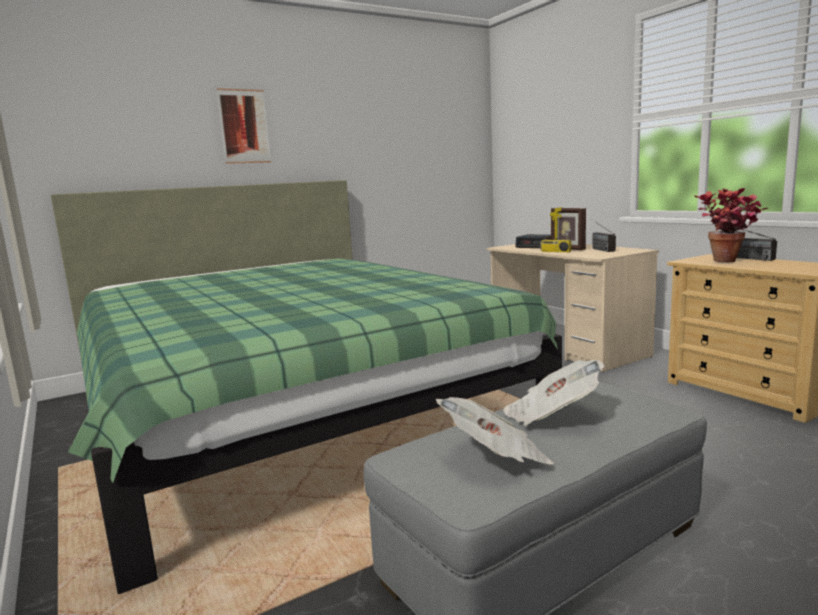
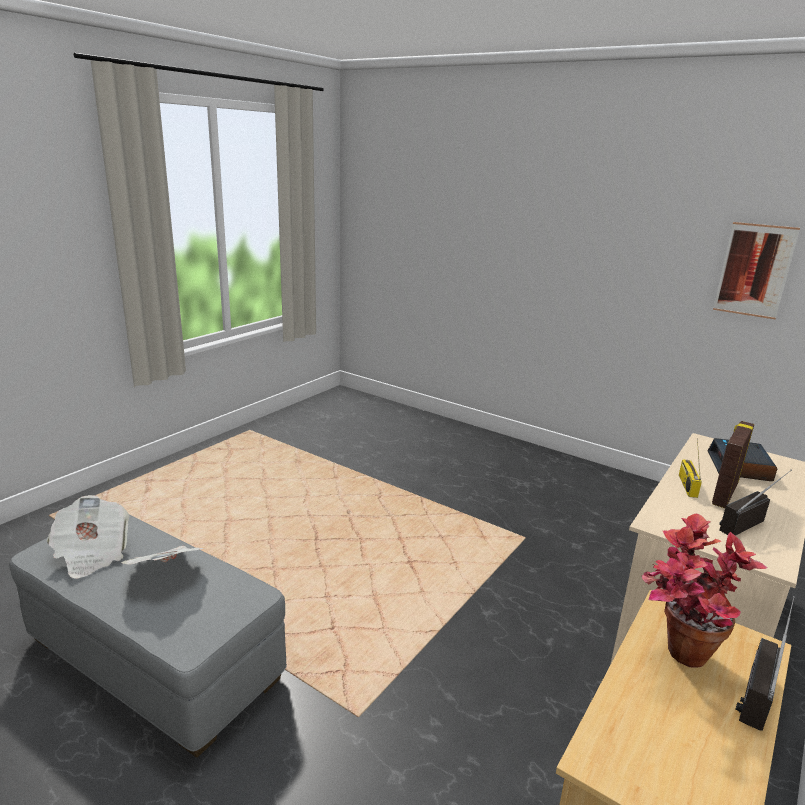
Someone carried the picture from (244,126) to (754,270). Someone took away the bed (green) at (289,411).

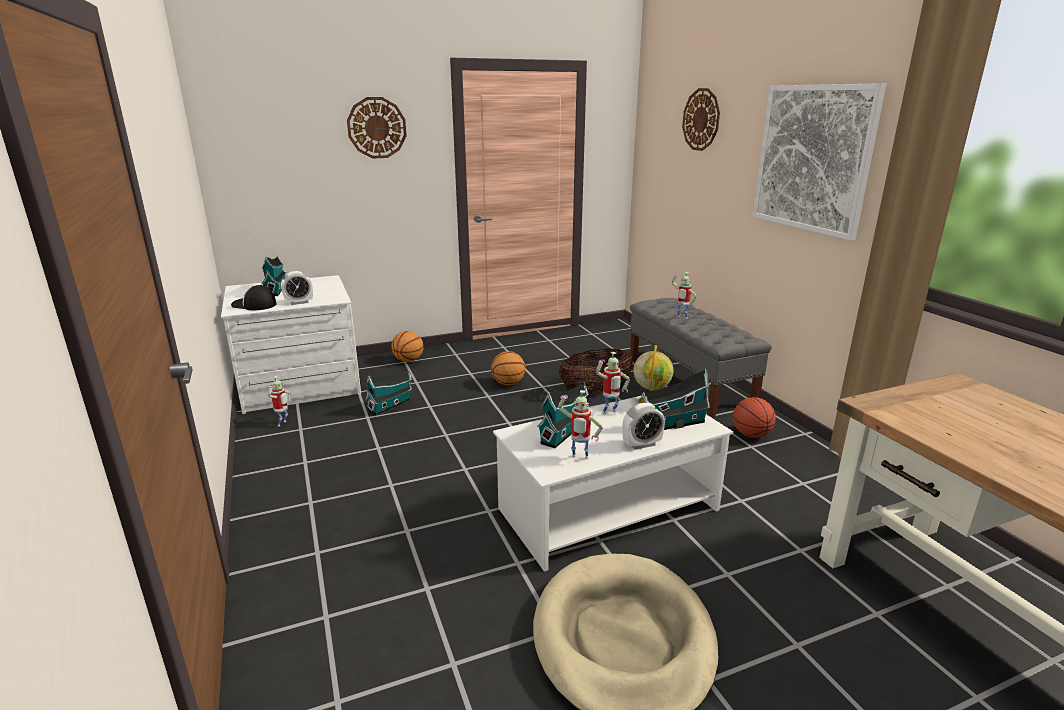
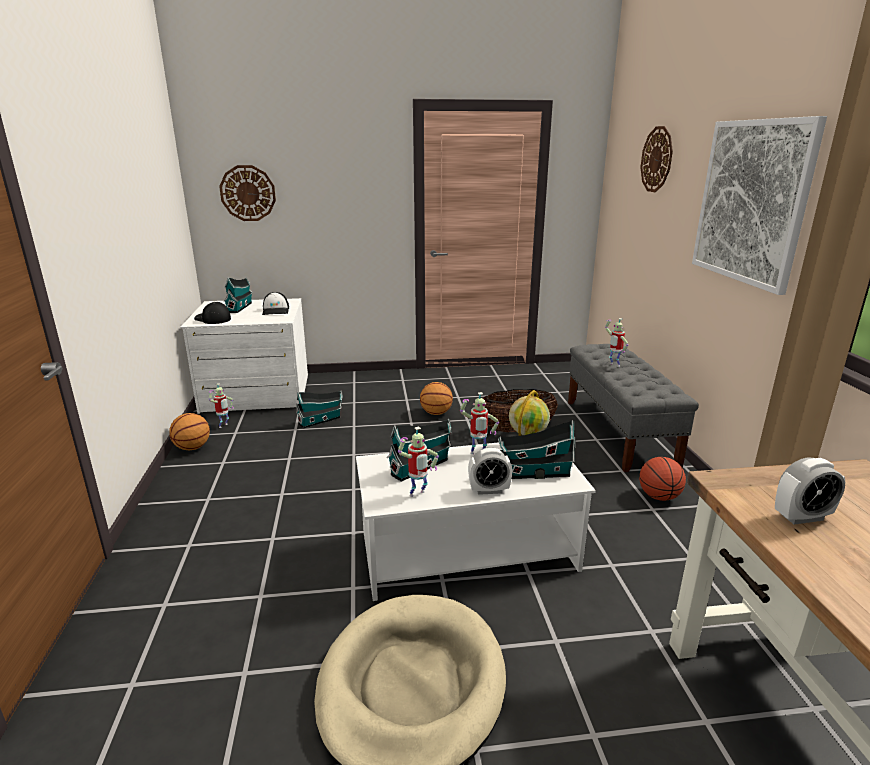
Someone carried the wall clock from (377,128) to (248,193). Someone carried the alarm clock from (299,302) to (802,517). Someone carried the basketball from (408,360) to (192,447). Someone rotated the toy robot at (579,458) by 60 degrees counterclockwise. Someone put down the cap at (276,311).

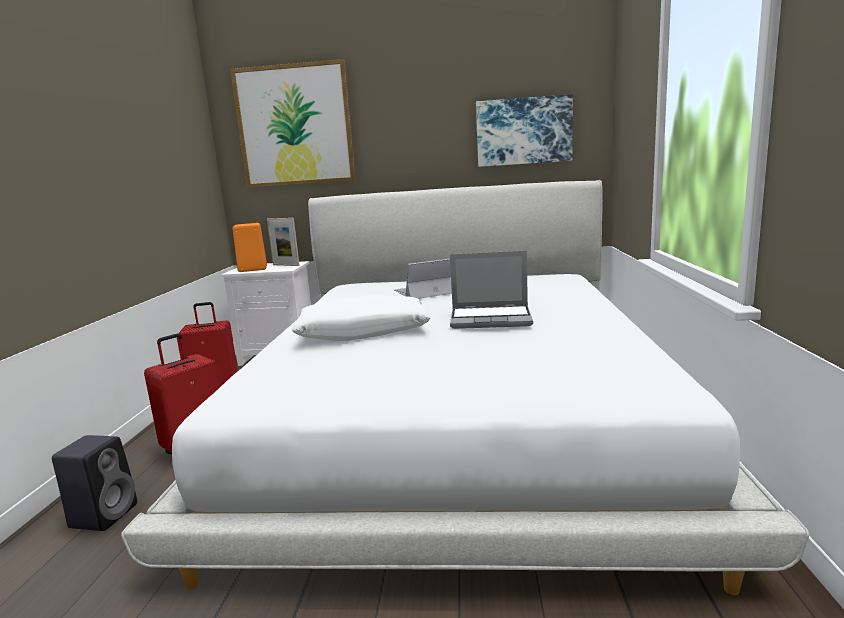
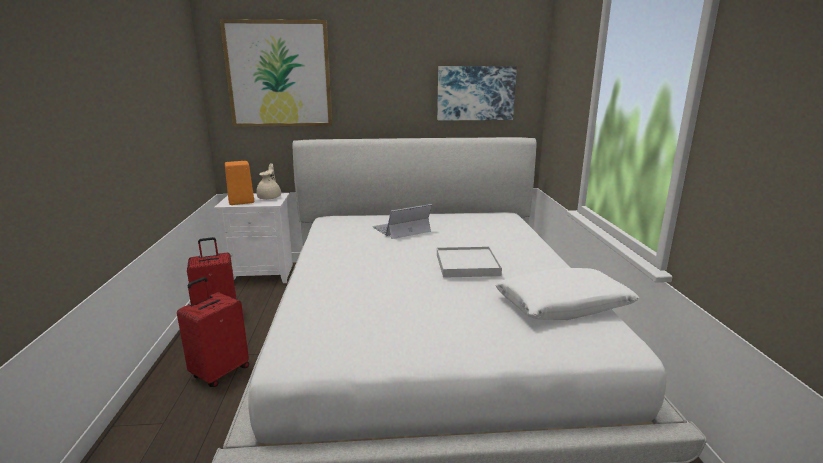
Someone swapped the picture frame at (286,265) for the teapot (beige) at (270,197). Someone swapped the laptop at (491,319) for the tray (white) at (467,265). Someone carried the pillow (white) from (363,332) to (563,305). Someone took away the speaker (black) at (105,514).

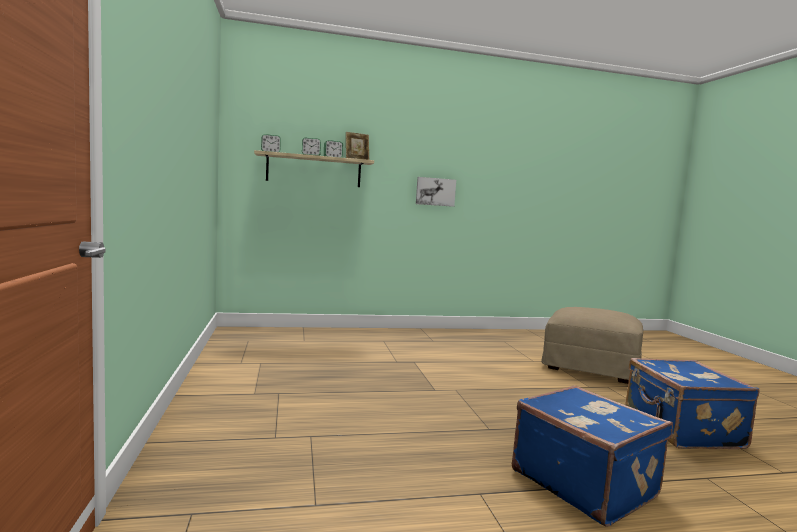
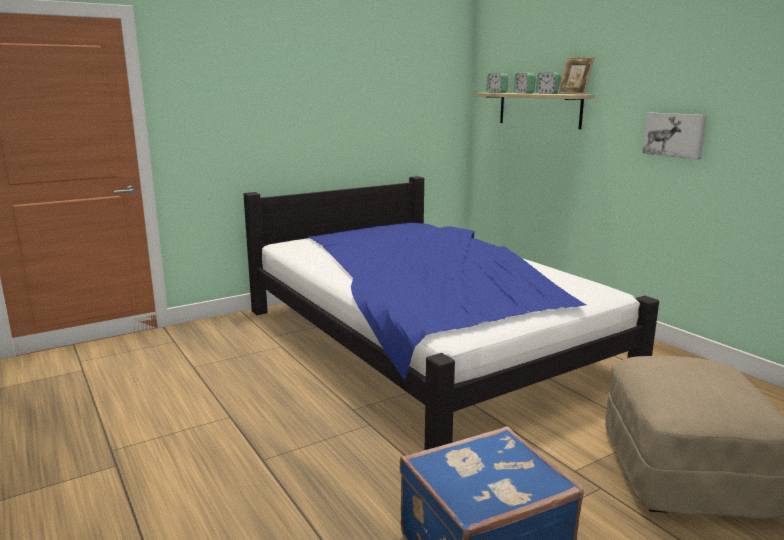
Someone took away the suitcase (blue) at (584,483). Someone put down the bed at (425,342).

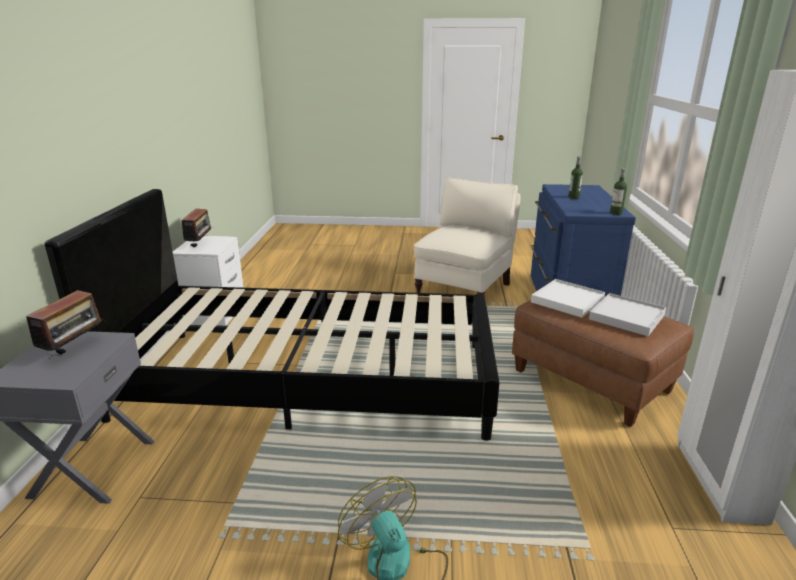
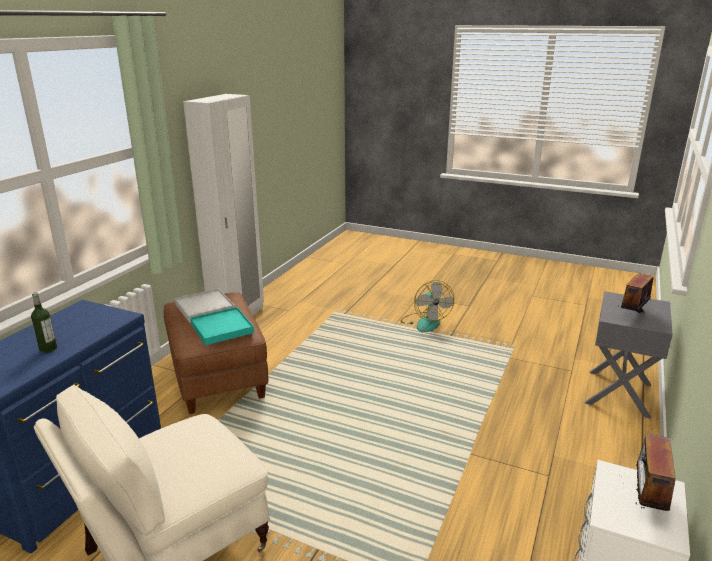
Someone took away the bottle at (616,213). Someone took away the bed (black) at (309,379). Someone repainted the tray (white) at (567,301), which became the tray (turquoise) at (222,328).

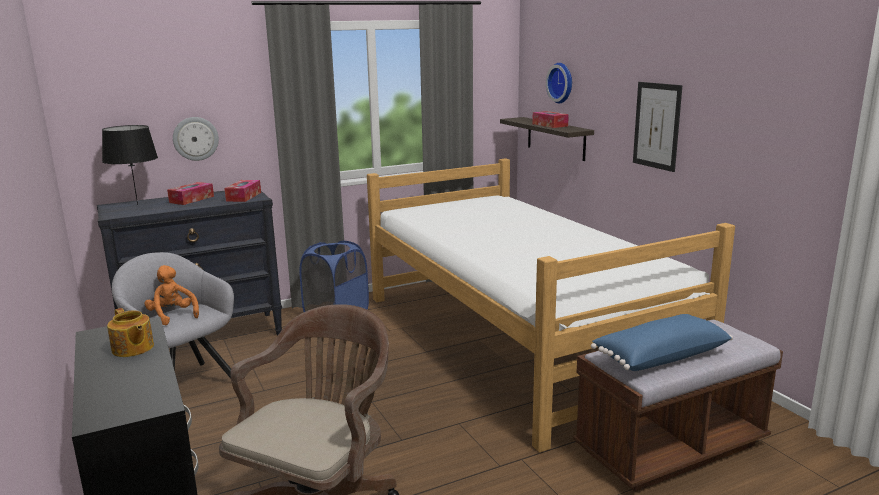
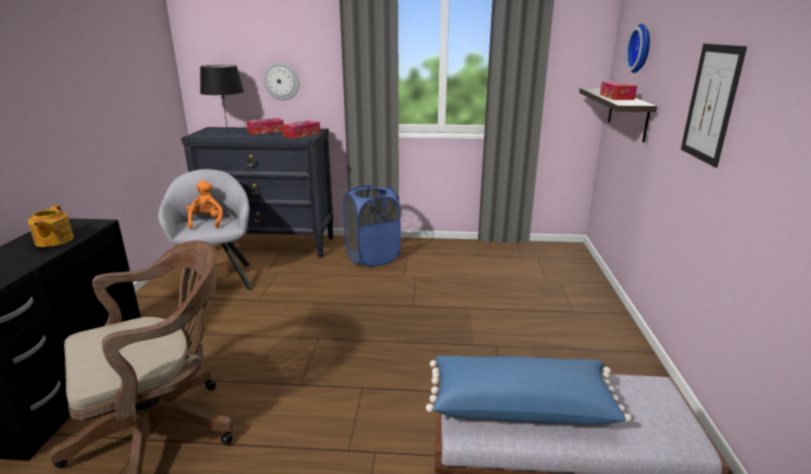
Someone took away the bed at (517,339).

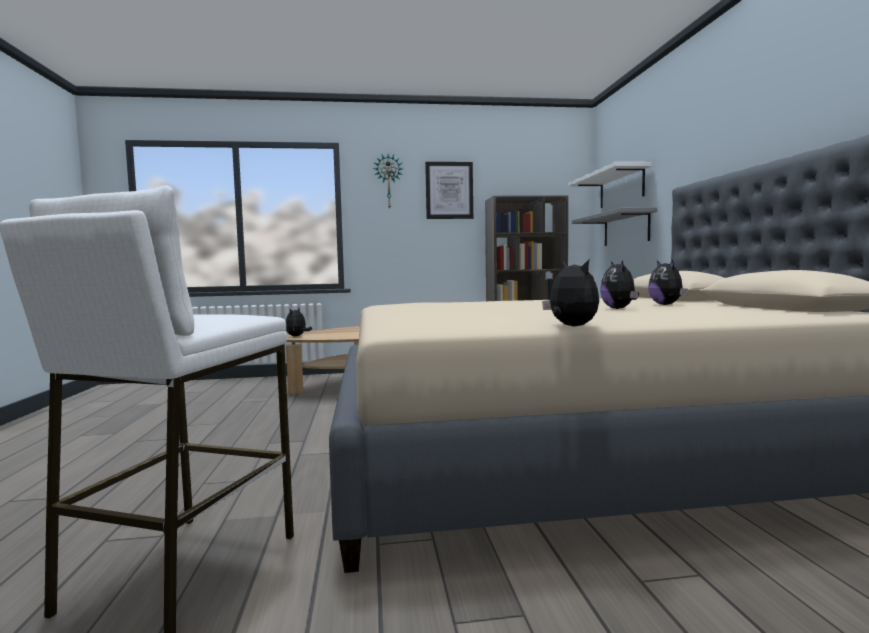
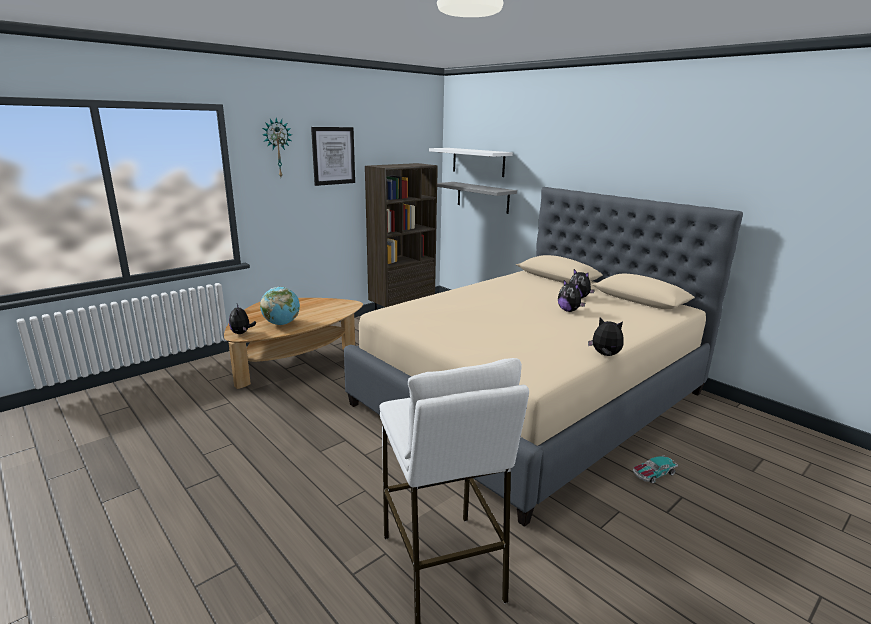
Someone put down the globe at (281,323). Someone put down the toy car at (653,474).

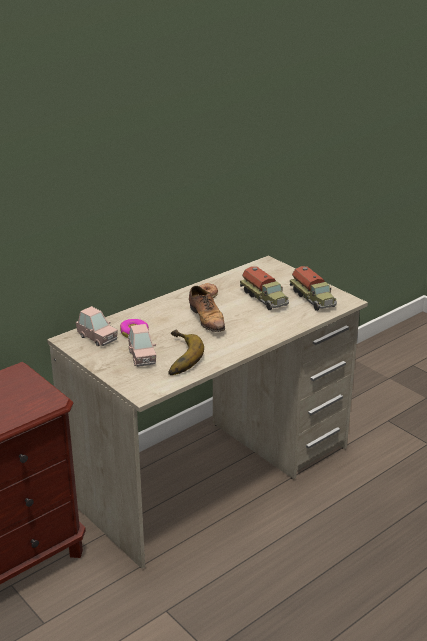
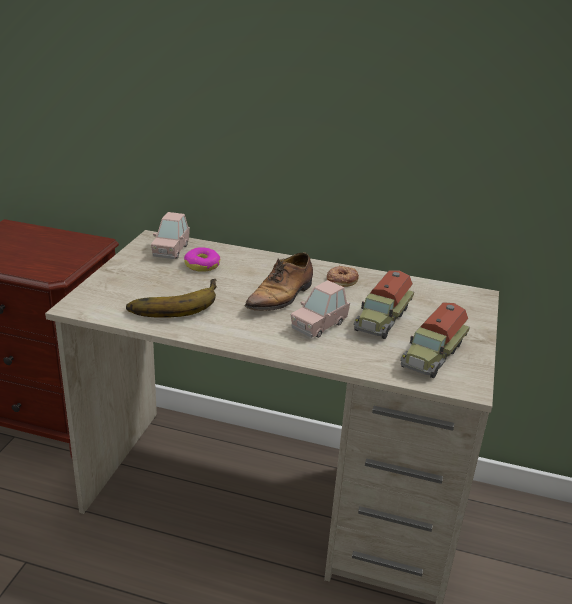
Someone carried the toy car (pink) from (142,357) to (319,325).

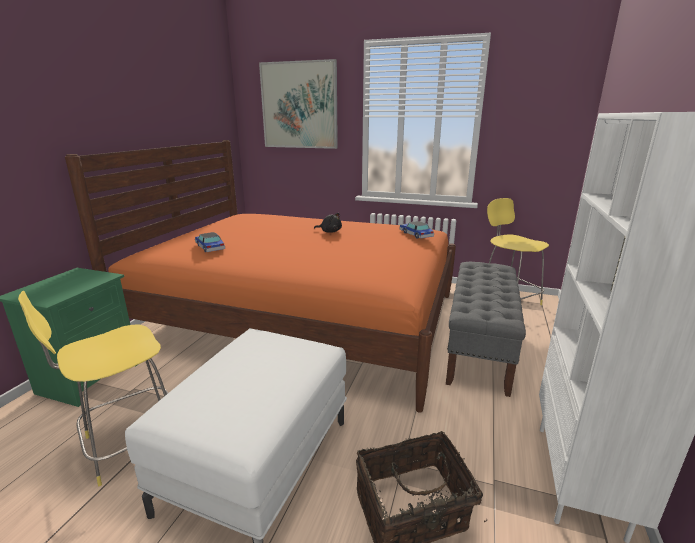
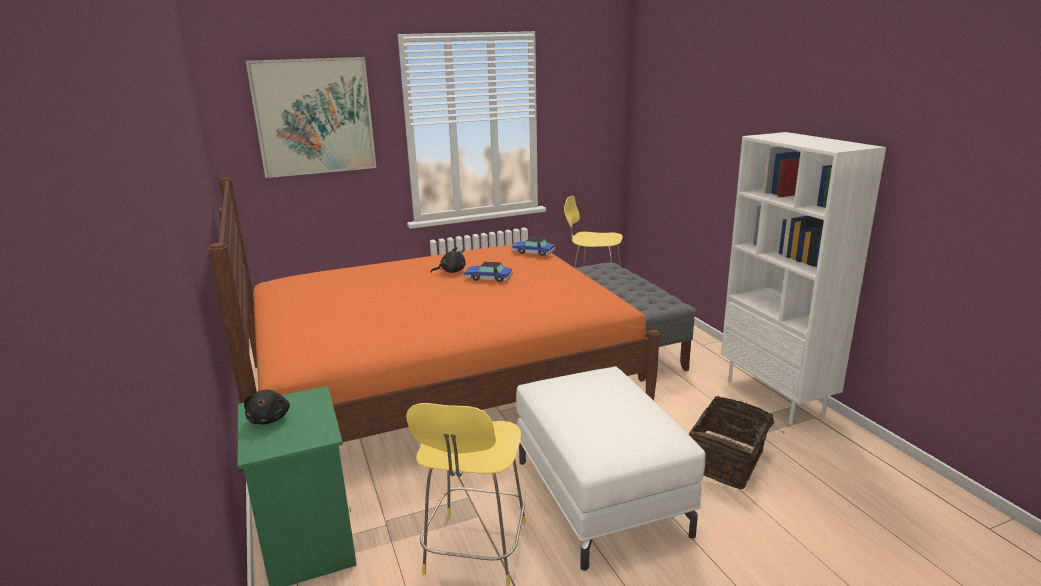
Someone carried the toy car from (210,247) to (488,278). Someone put down the plush toy (black) at (269,419).

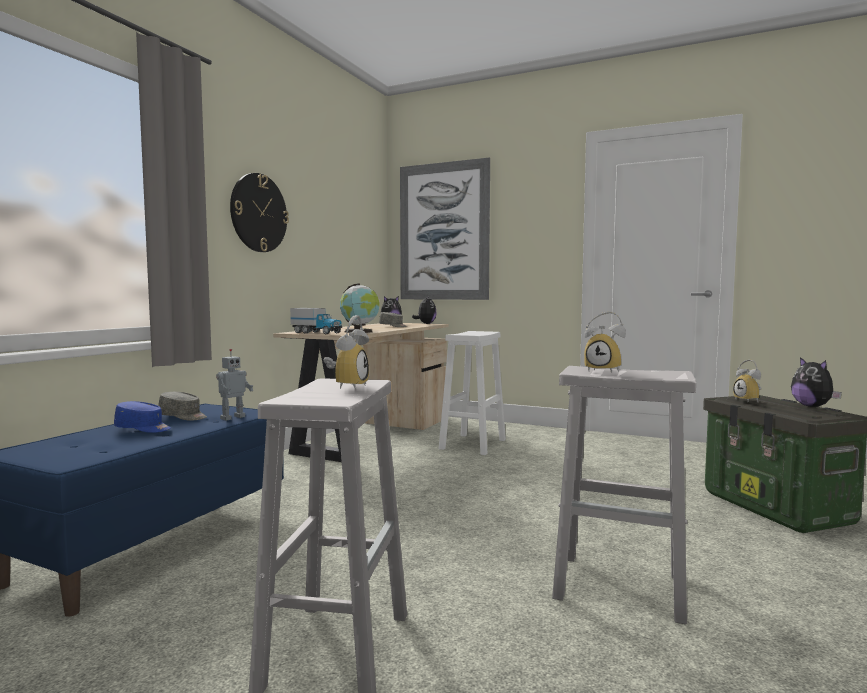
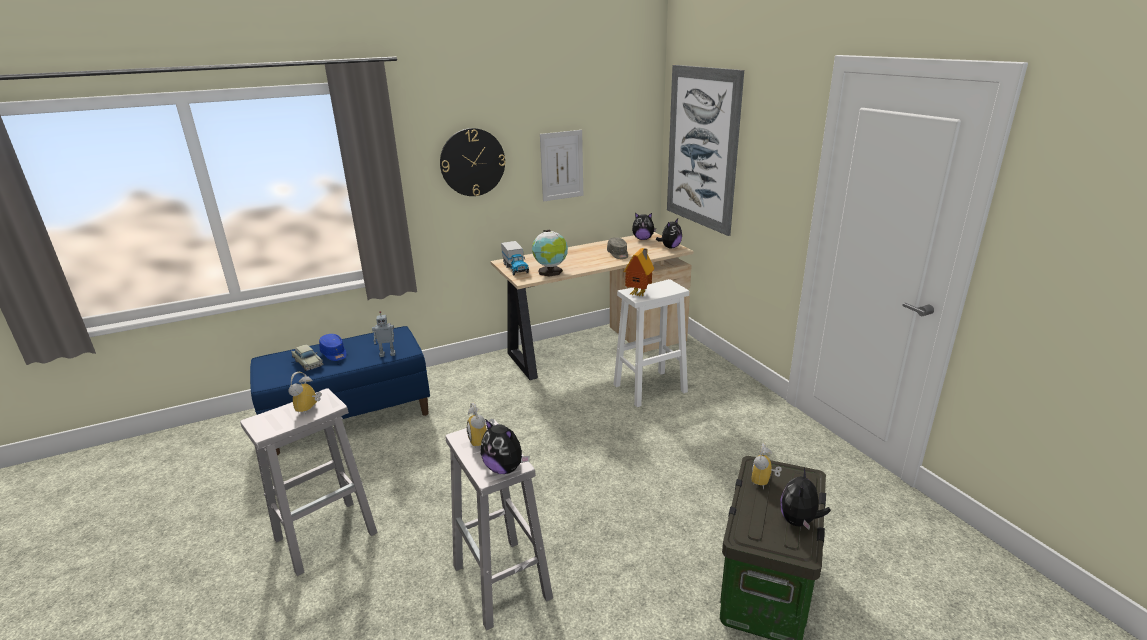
Someone rotated the alarm clock at (347,386) by 135 degrees clockwise. Someone took away the cap (grey) at (183,417). Someone put up the picture at (562,165). Someone put down the toy house at (639,294). Someone put down the toy car (beige) at (308,363). Someone put down the plush toy at (505,468).

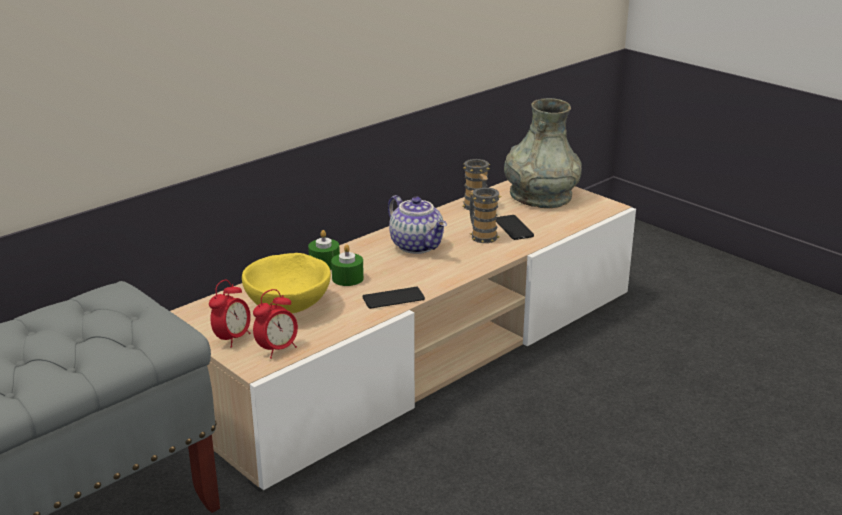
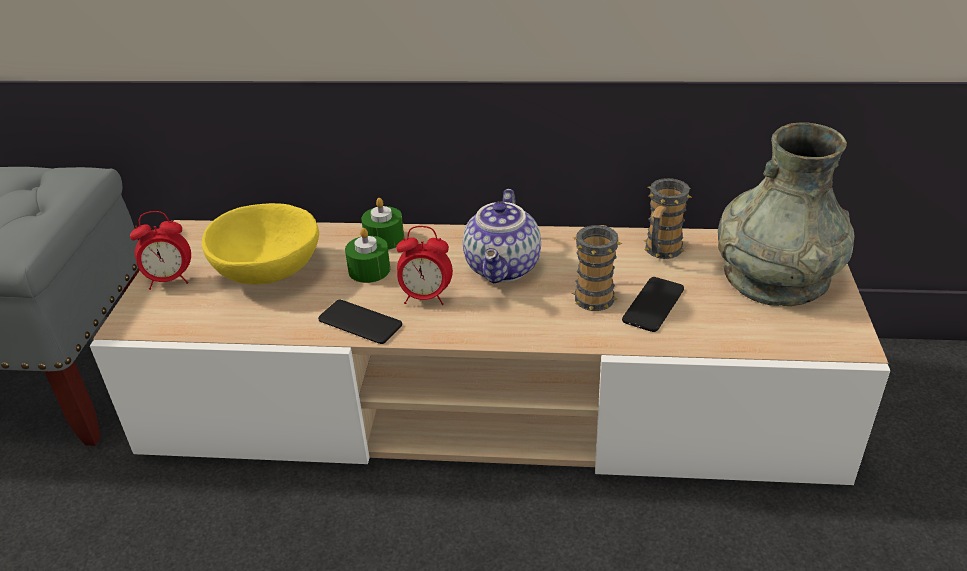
Someone carried the alarm clock from (277,349) to (426,297).

